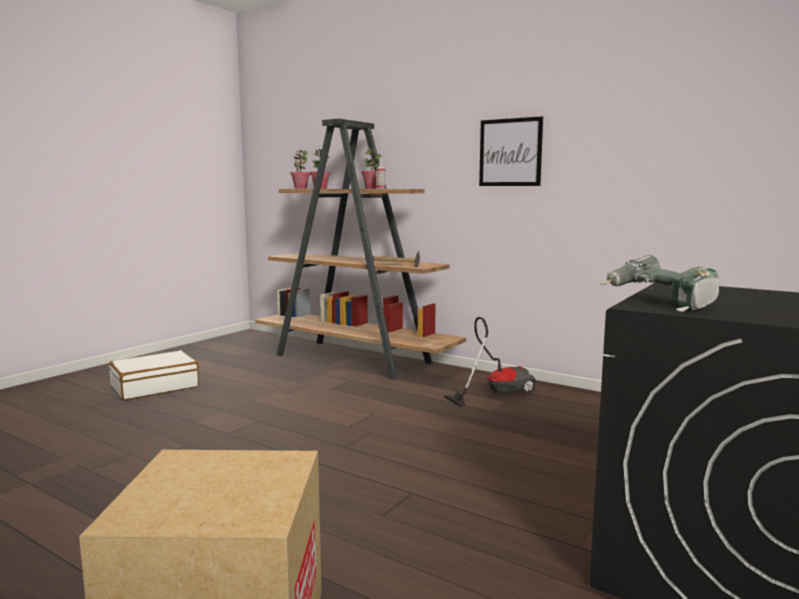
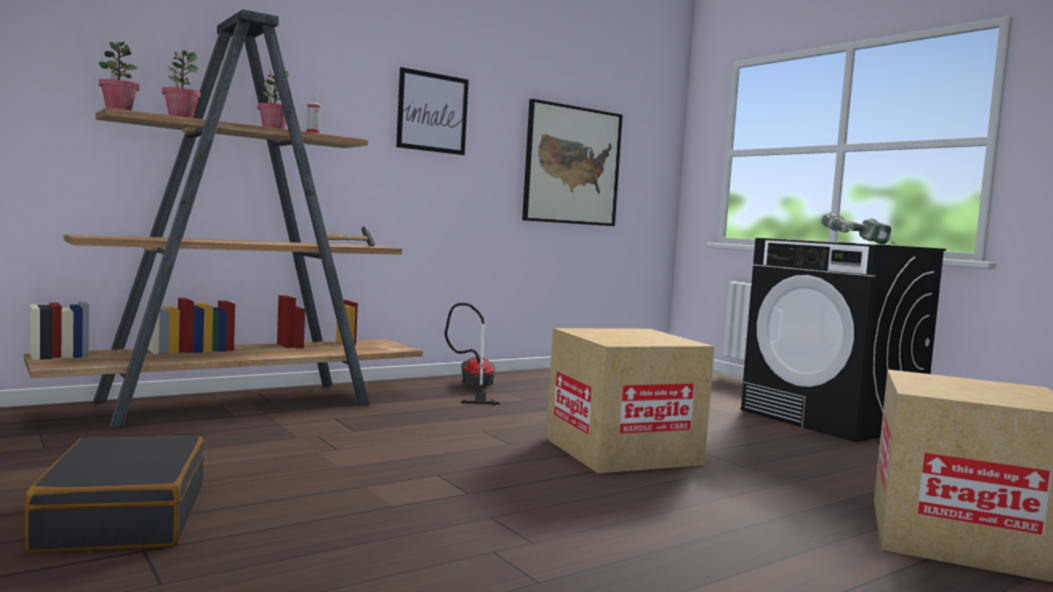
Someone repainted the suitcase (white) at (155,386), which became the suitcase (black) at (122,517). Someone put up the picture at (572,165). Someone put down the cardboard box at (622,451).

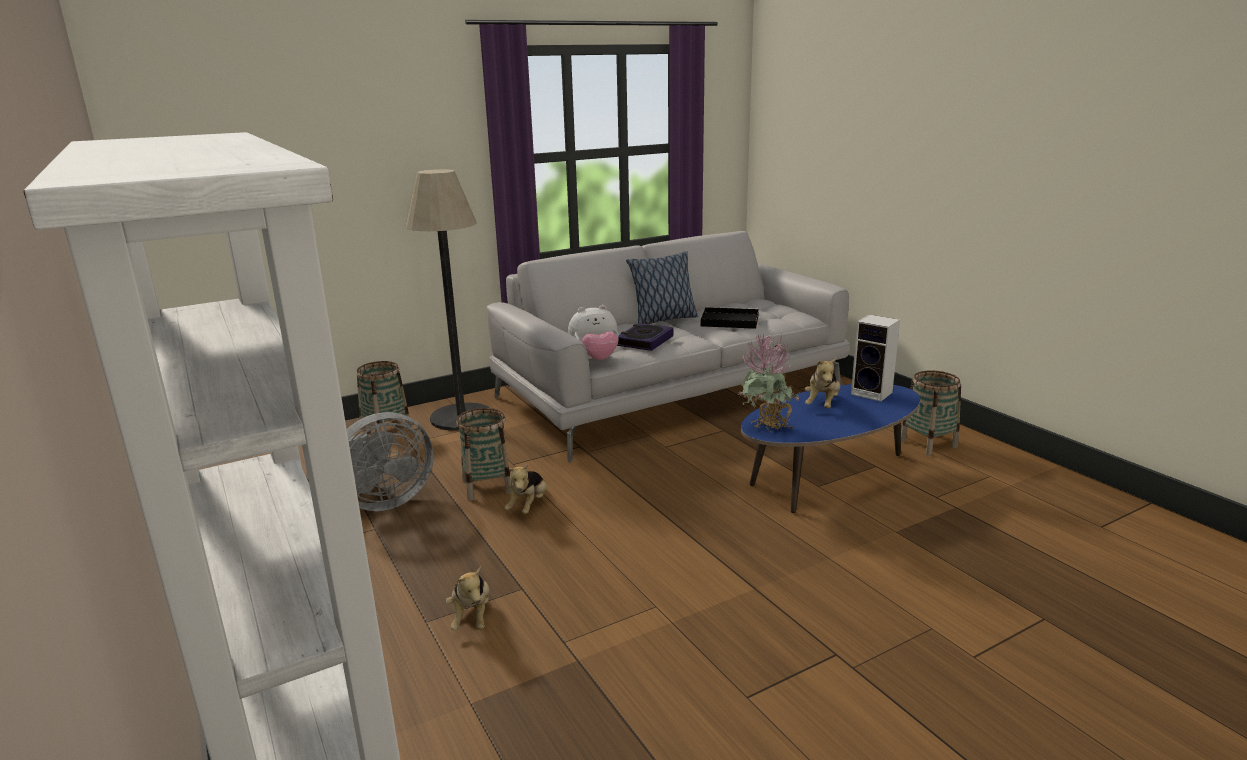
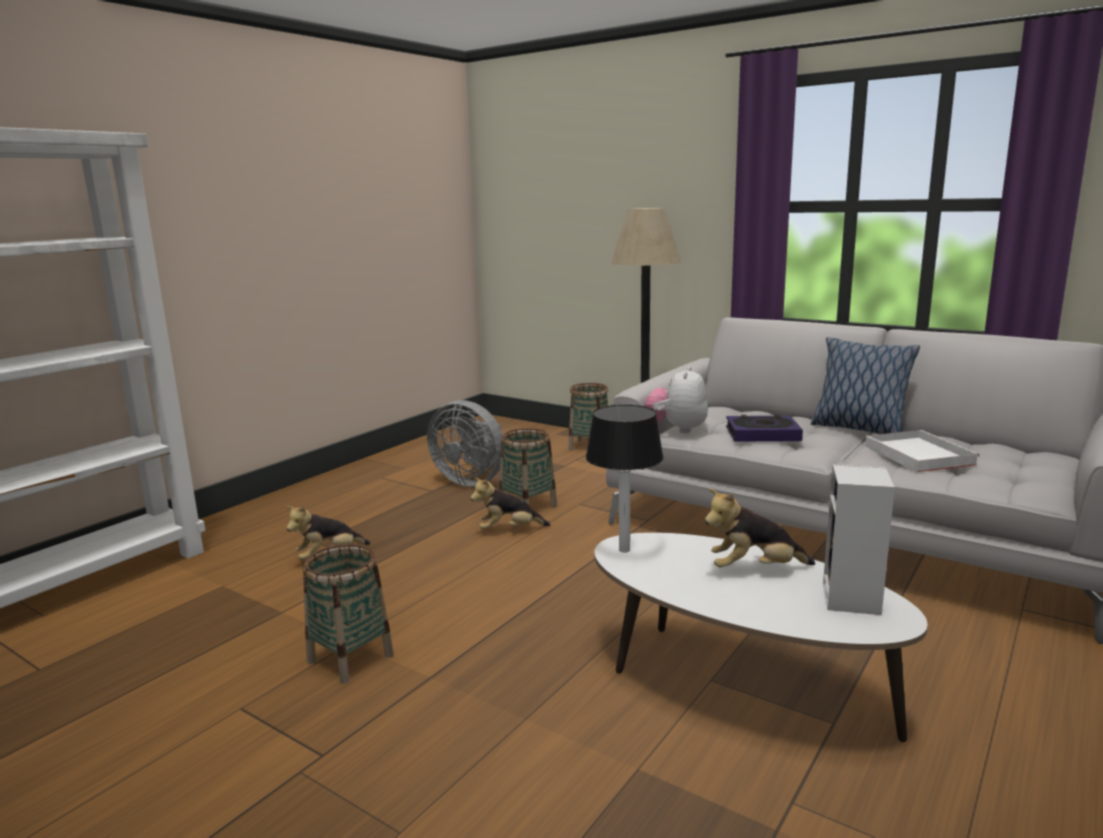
Someone rotated the plush toy at (595,359) by 60 degrees clockwise. Someone repainted the tray (black) at (728,321), which became the tray (white) at (916,454). Someone swapped the potted plant at (767,431) for the table lamp at (623,549). Someone carried the basket from (928,444) to (350,658). Someone repainted the coffee table (blue) at (827,479), which became the coffee table (white) at (739,684).

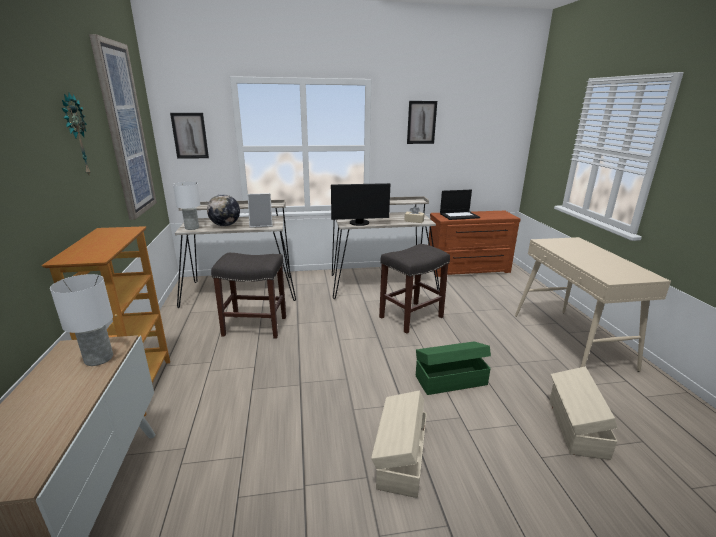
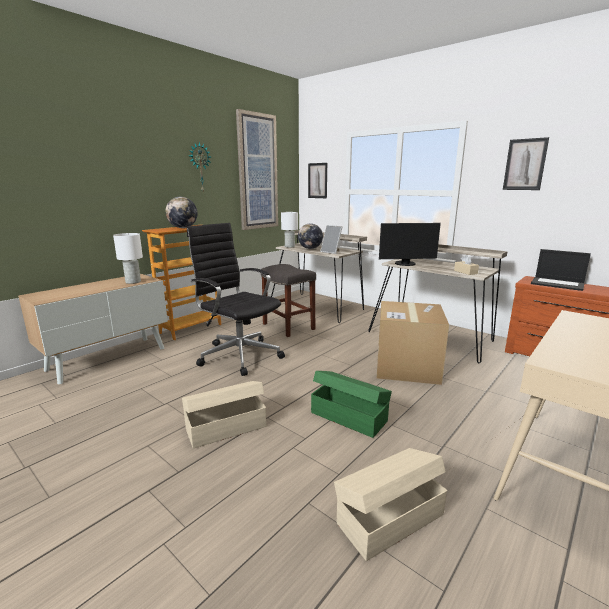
Someone rotated the monitor at (359,223) by 45 degrees counterclockwise. Someone swapped the stool (grey) at (411,317) for the cardboard box at (407,367). Someone put down the globe at (183,228). Someone put down the office chair (black) at (239,355).

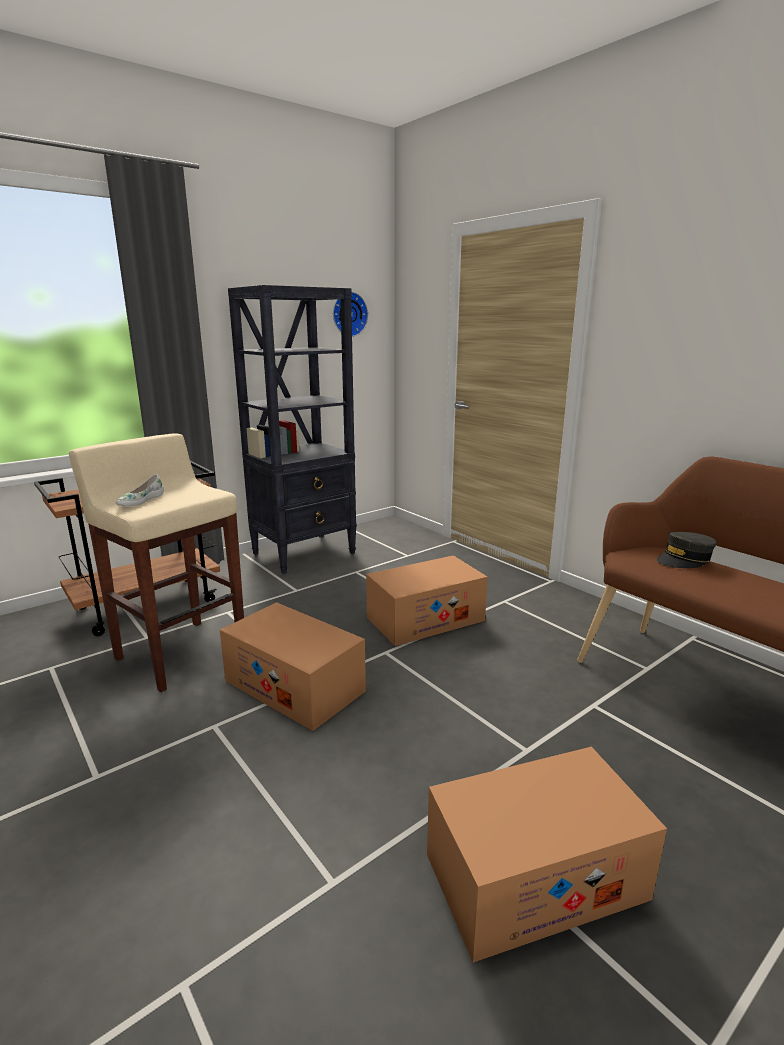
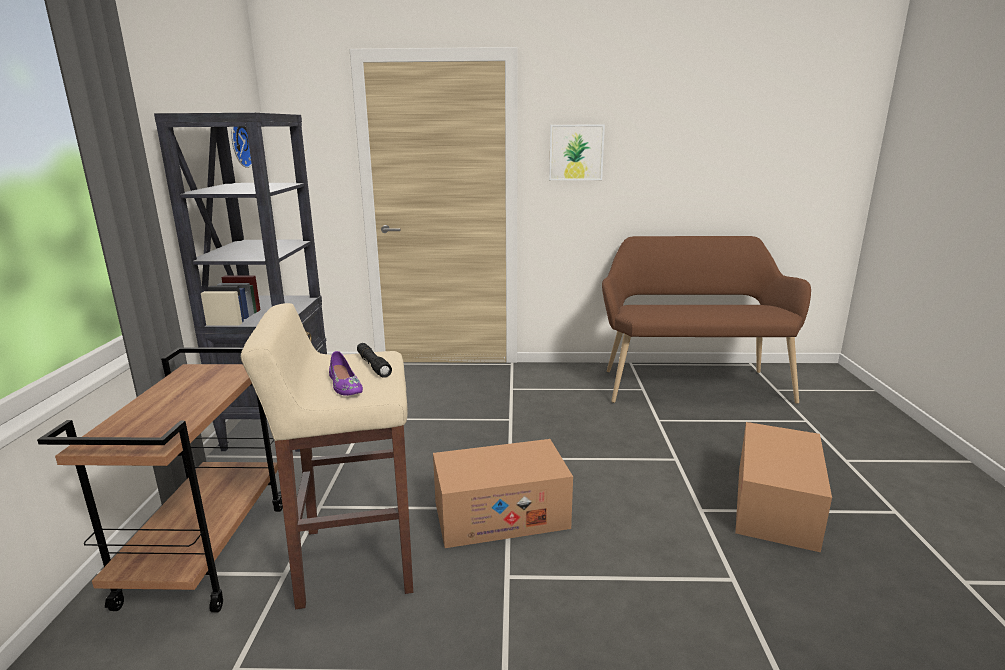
Someone repainted the shoe (white) at (140,500), which became the shoe (purple) at (344,385). Someone took away the cap (grey) at (684,559). Someone took away the cardboard box at (425,619). Someone put up the picture at (576,152). Someone put down the flashlight (black) at (373,365).

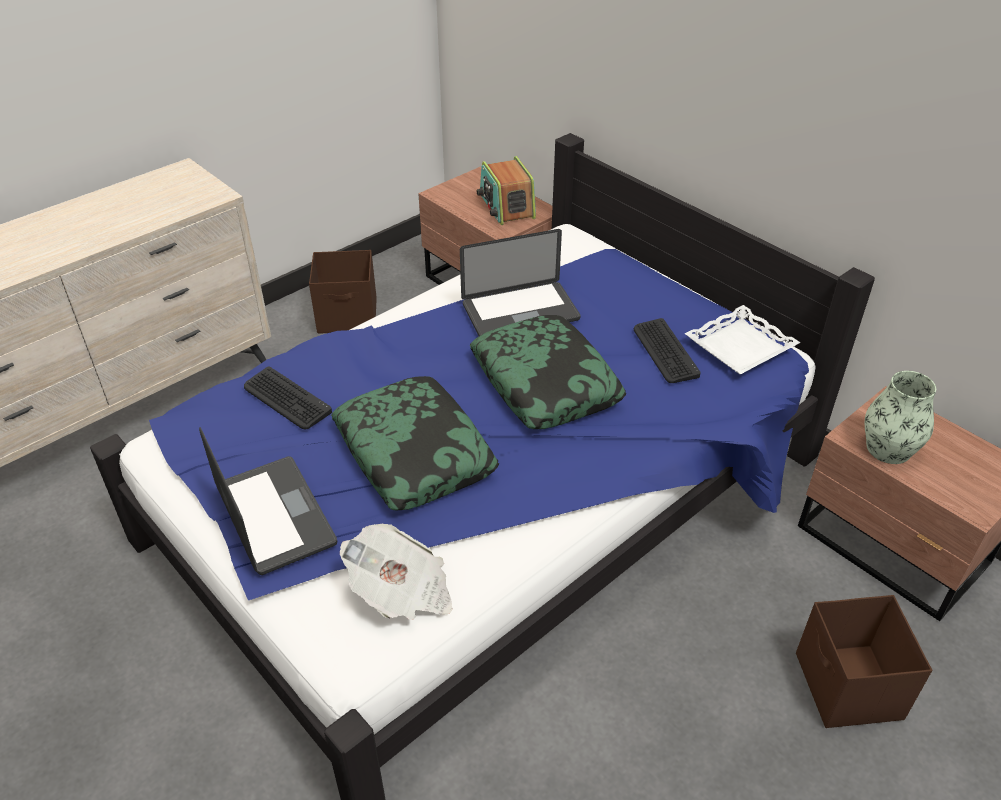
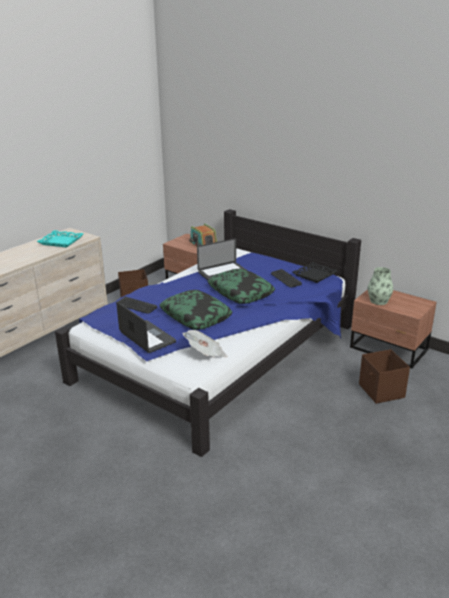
Someone repainted the tray (white) at (740,347), which became the tray (black) at (315,275). Someone put down the tray (turquoise) at (61,242).

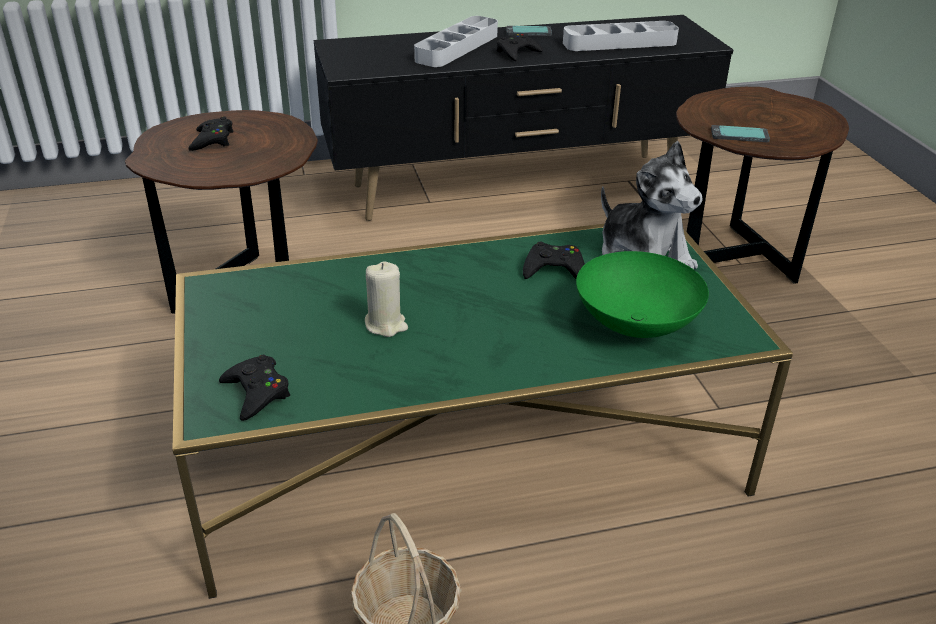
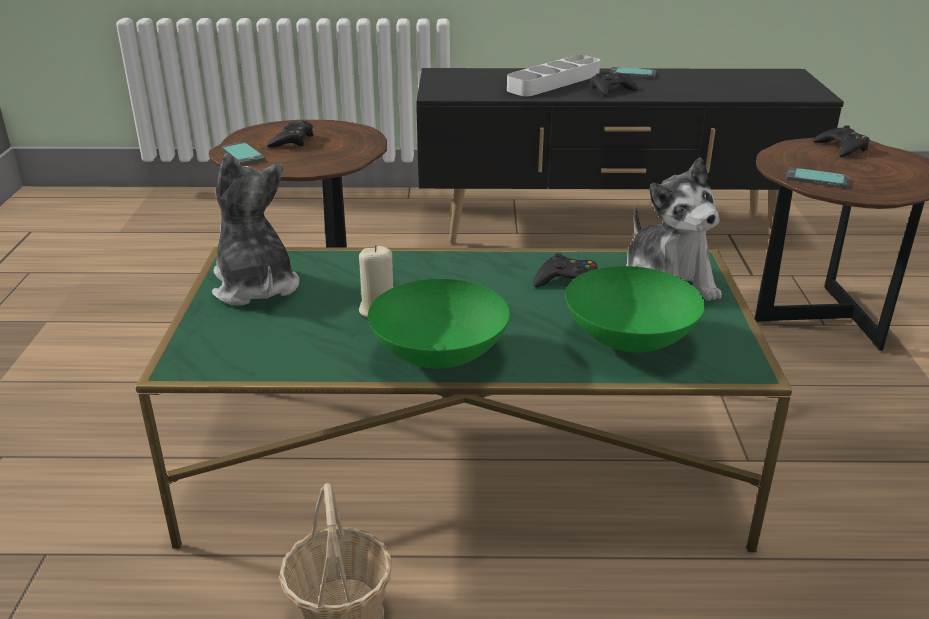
Someone took away the tray (grey) at (619,43). Someone carried the game controller (black) from (256,392) to (842,148). Someone put down the phone at (243,155). Someone put down the plush toy at (255,286). Someone put down the bowl (green) at (438,358).

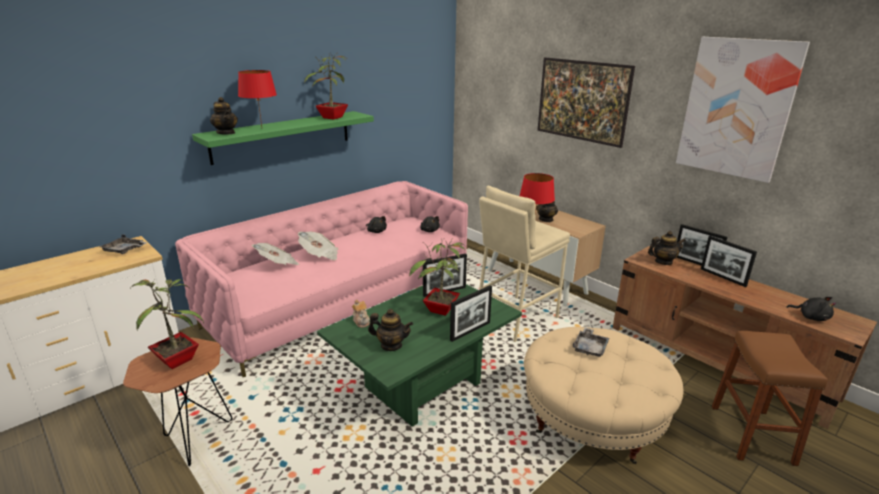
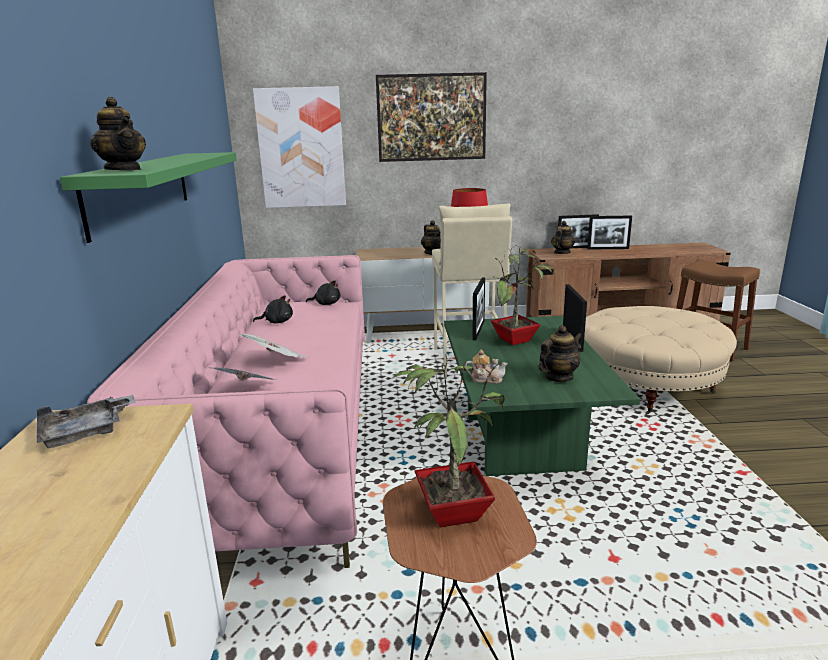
Someone carried the picture from (736,108) to (301,148). Someone took away the potted plant at (331,118). Someone took away the table lamp (red) at (261,128). Someone rotated the teapot at (226,133) by 45 degrees clockwise. Someone took away the plush toy (black) at (811,317). Someone took away the tray (grey) at (590,347).

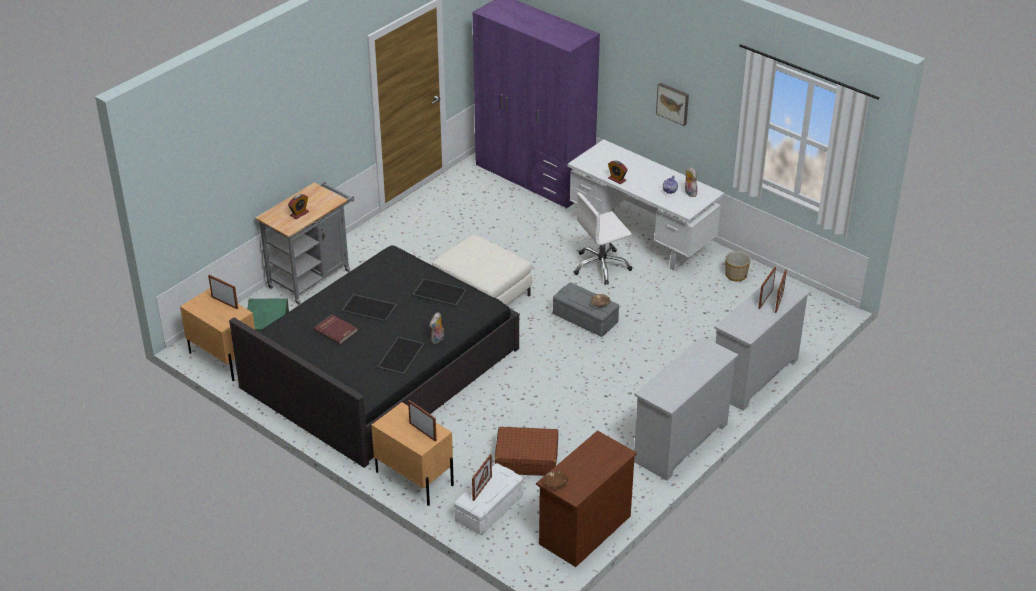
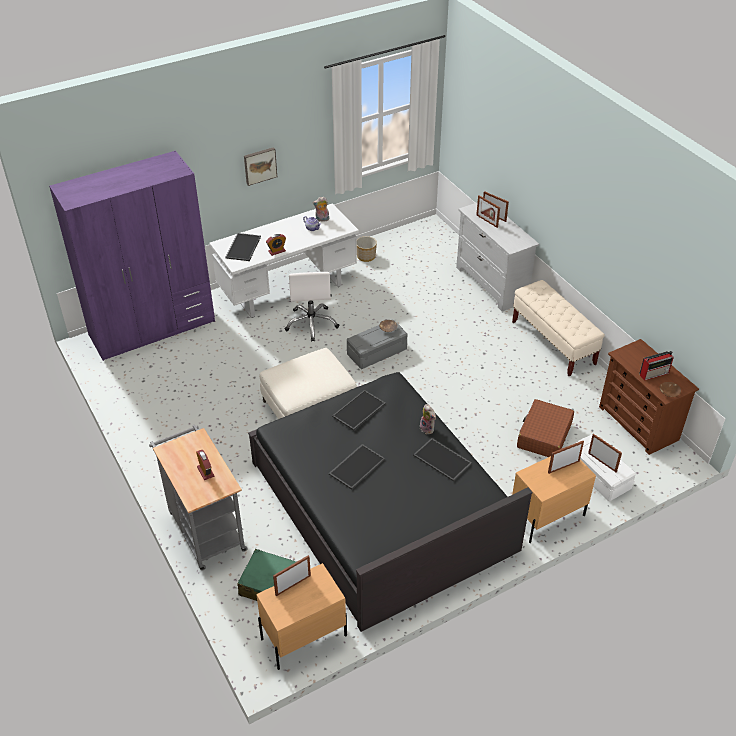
Someone took away the book (red) at (336,330). Someone swapped the dresser (white) at (680,443) for the bench (beige) at (553,343). Someone put down the tray at (242,247). Someone put down the radio at (654,373).

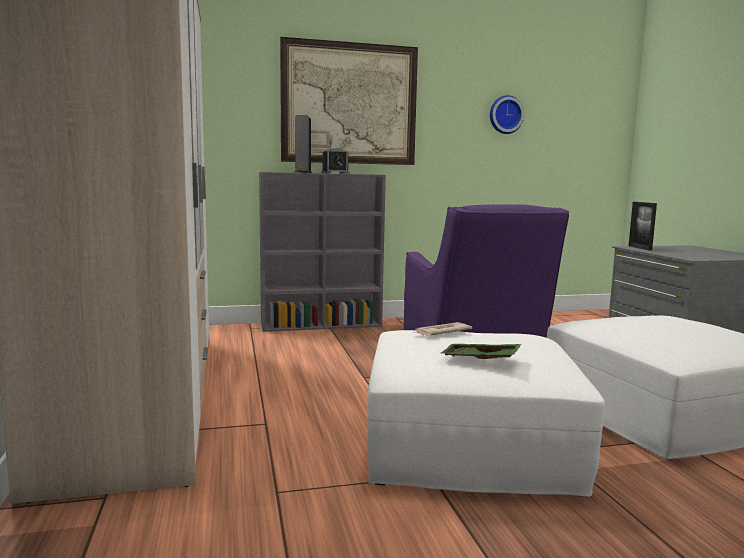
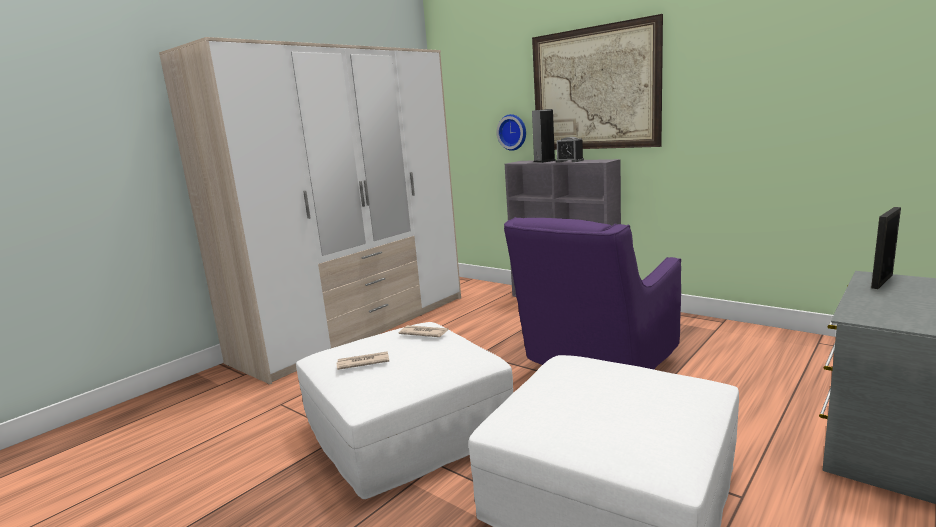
Someone carried the wall clock from (505,115) to (513,132). Someone swapped the tray (green) at (479,360) for the newspaper at (362,363).

